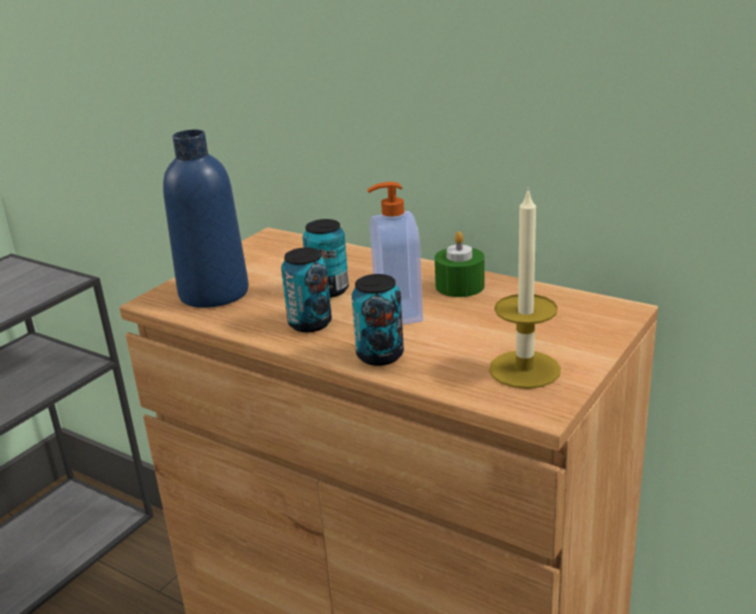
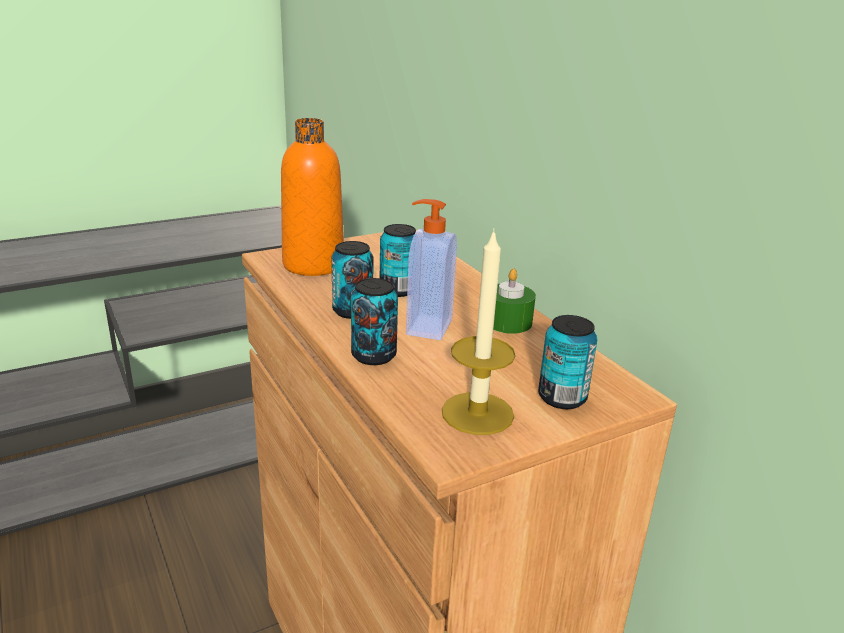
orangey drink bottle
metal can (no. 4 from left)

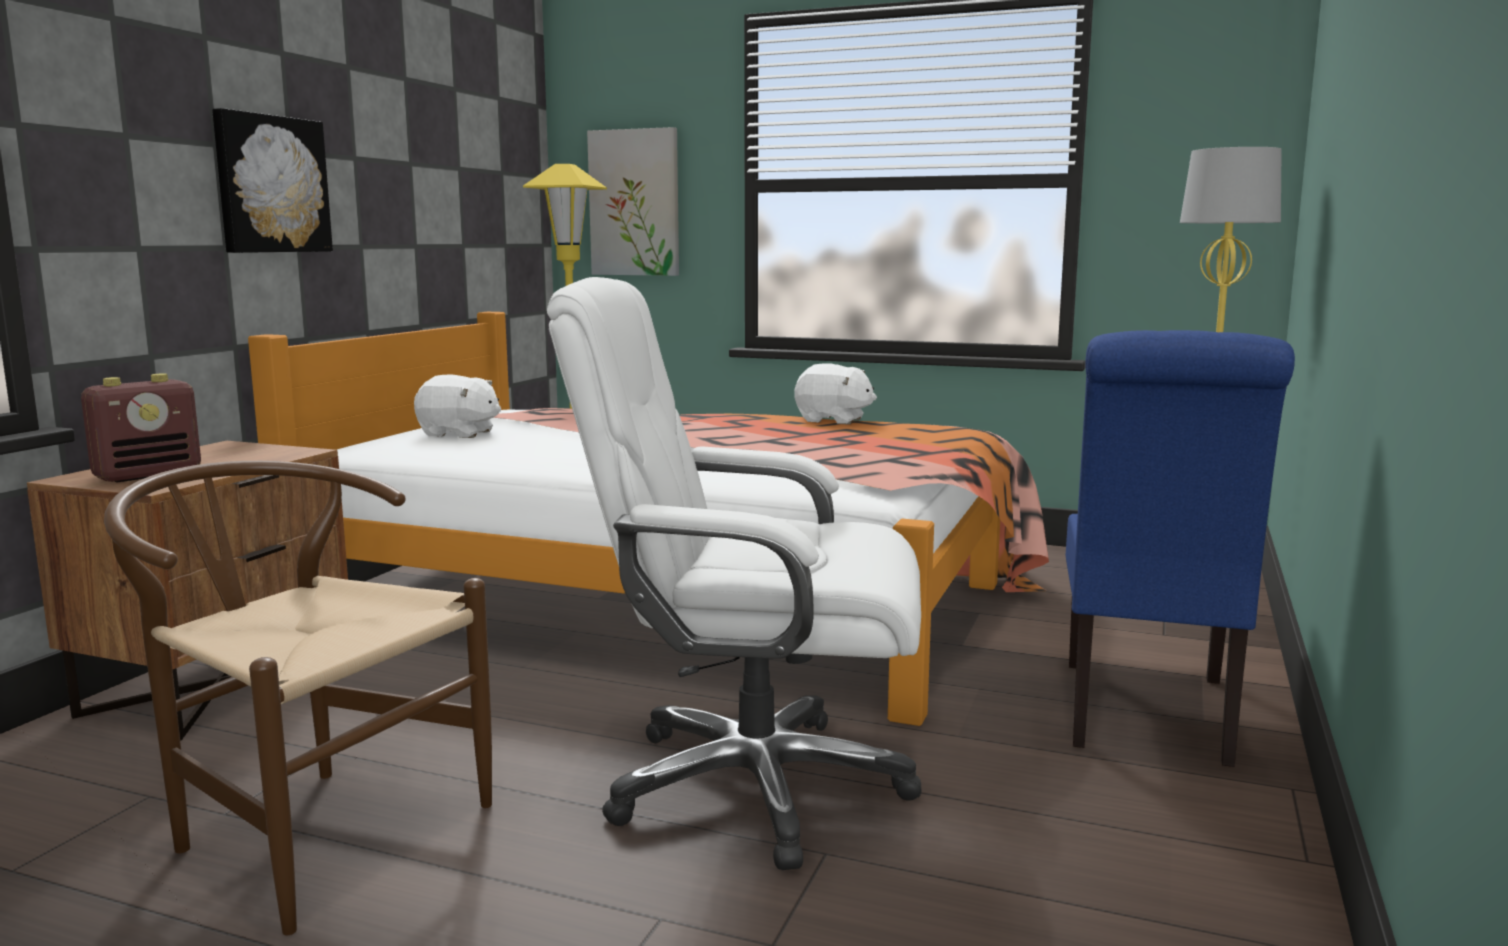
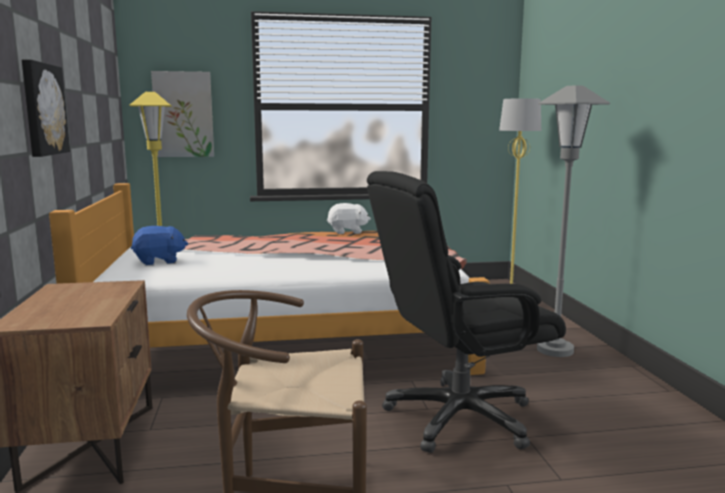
radio receiver
bluish soft toy
black-coloured computer chair
gray floor lamp

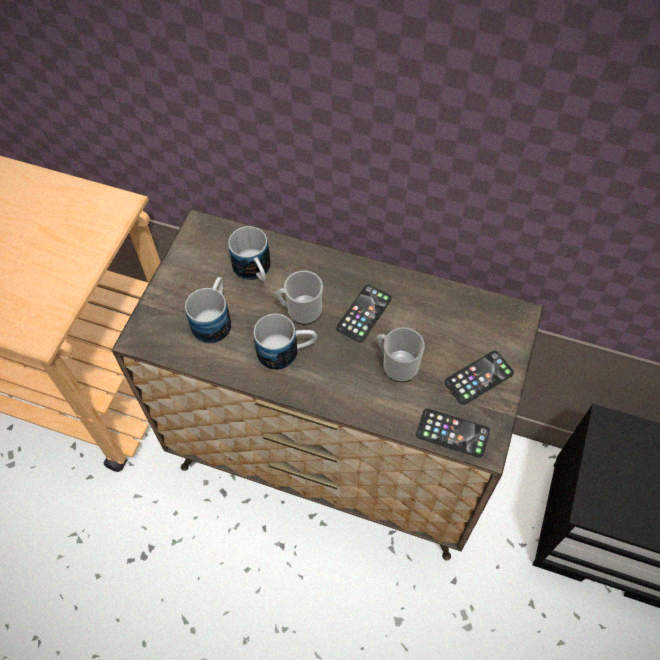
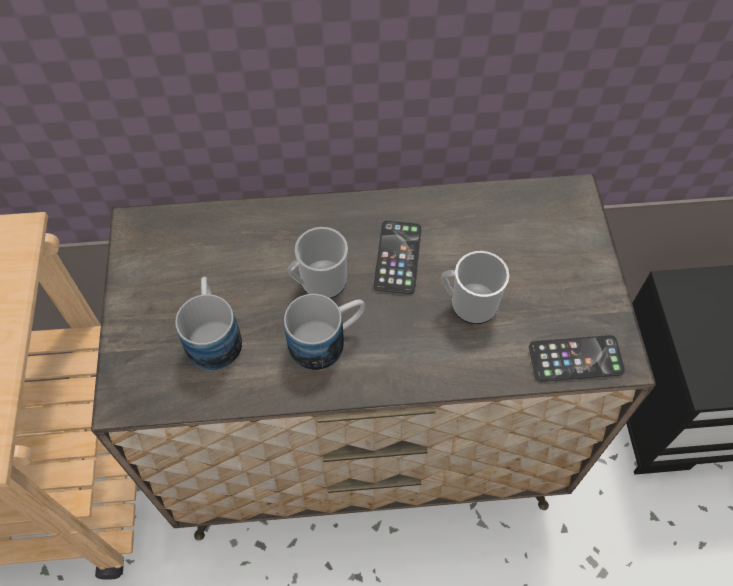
mug (no. 2 from left in the first image)
phone (no. 3 from left in the first image)

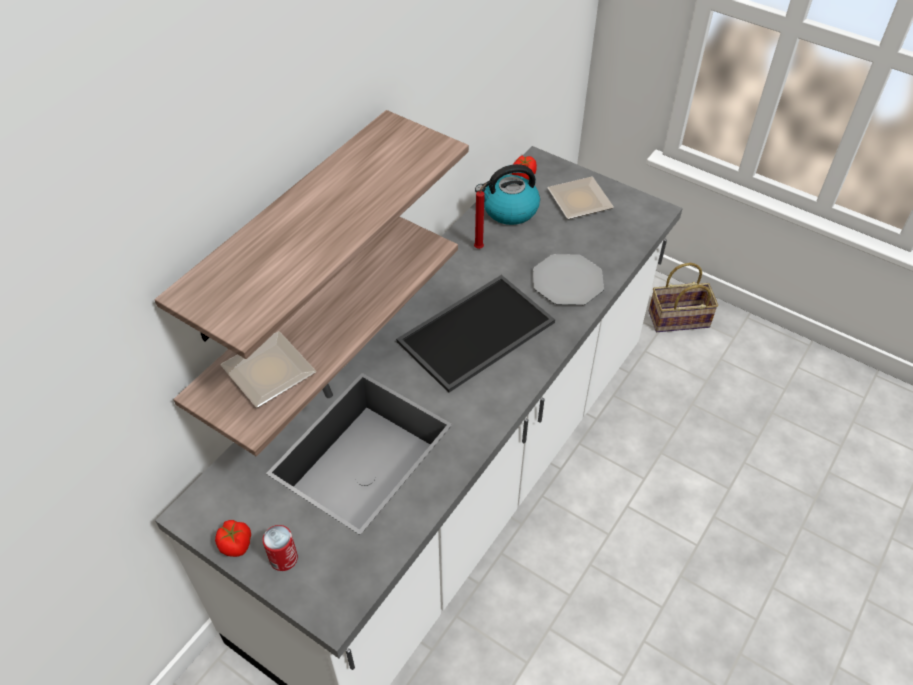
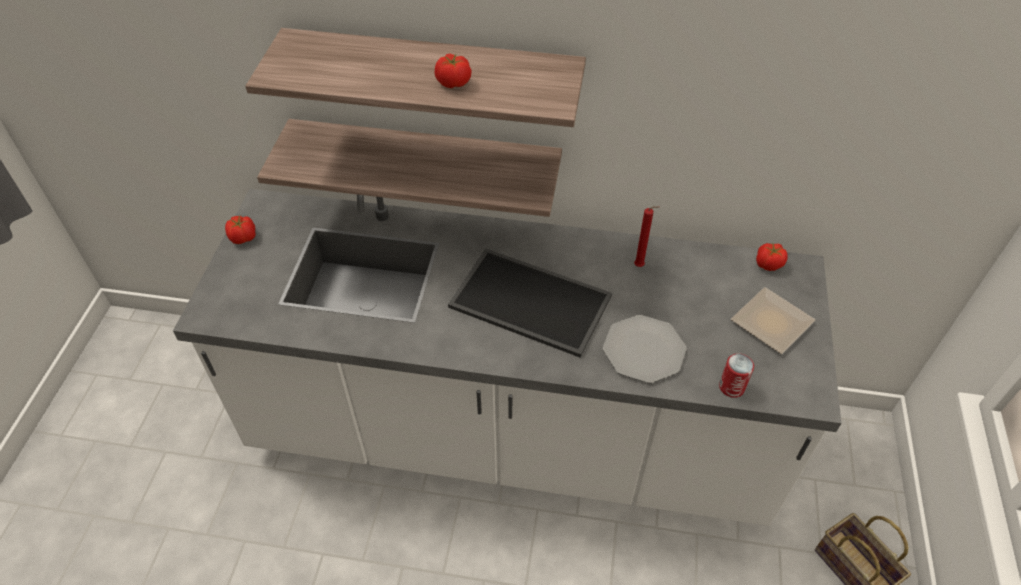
dinner plate (no. 1 from left in the first image)
metal can
kettle
whole tomato (no. 2 from left)

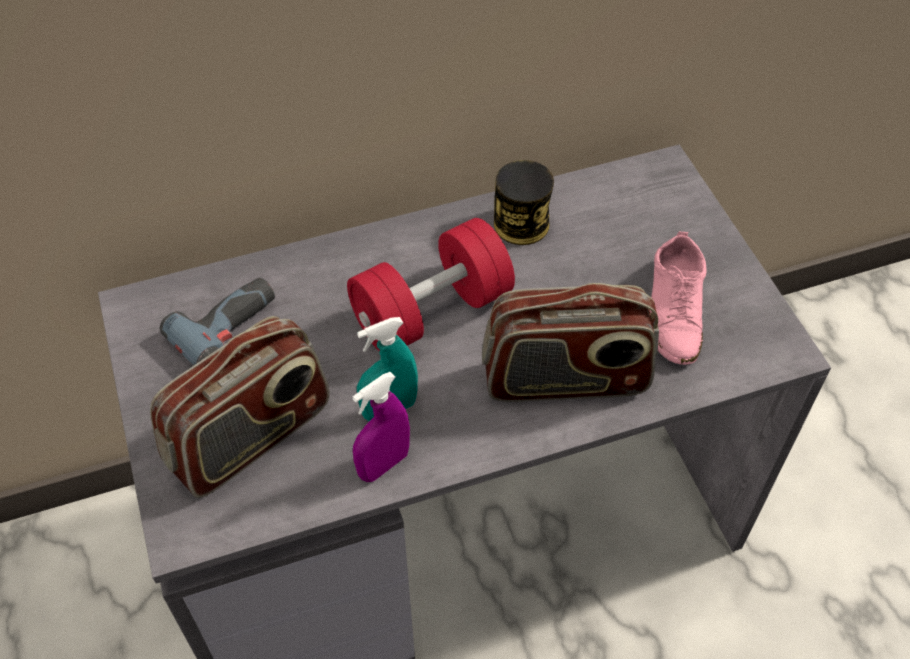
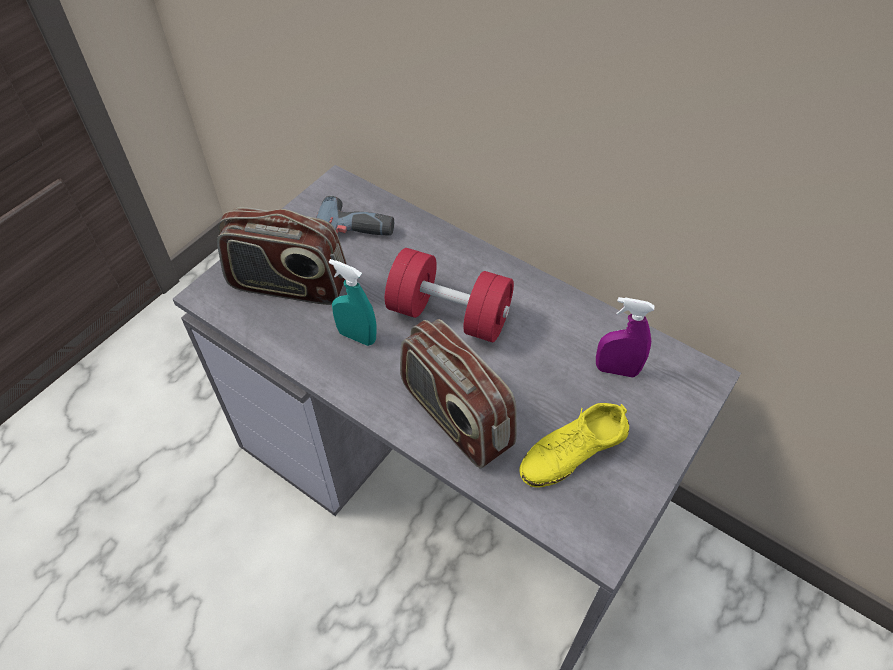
purplish sprayer
metal can
yellowish low shoe

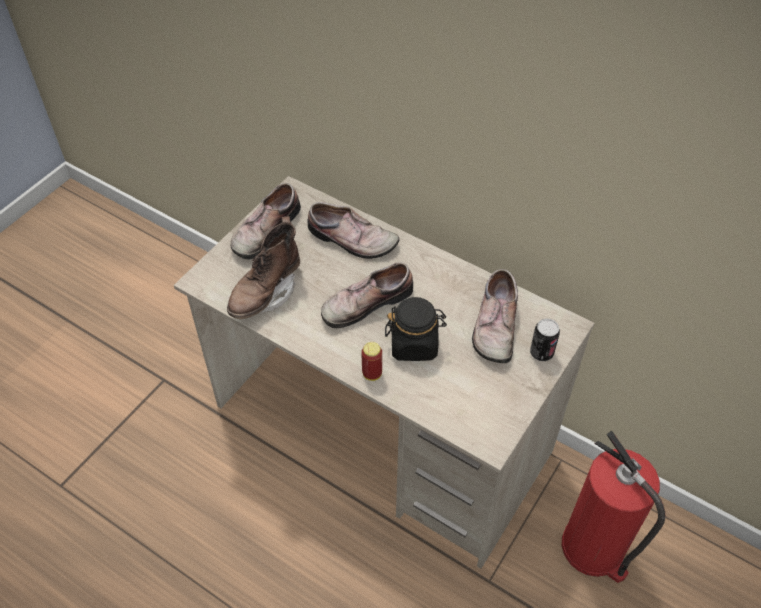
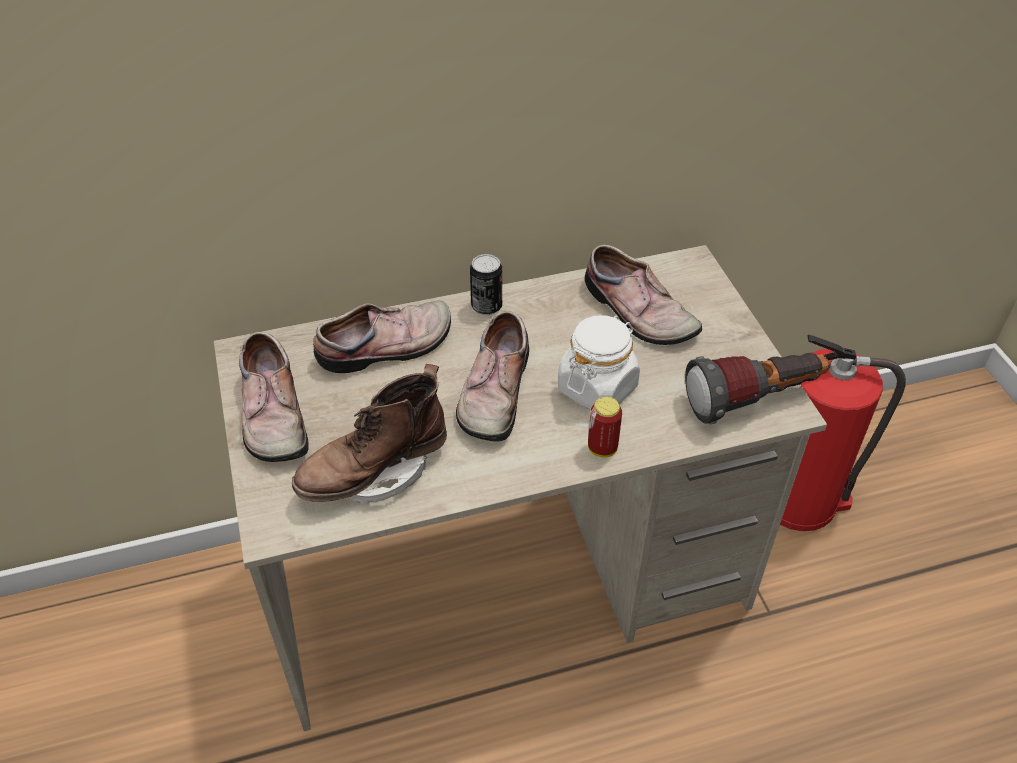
brown high-top boot
white storage jar
metal can (no. 1 from left)
flashlight

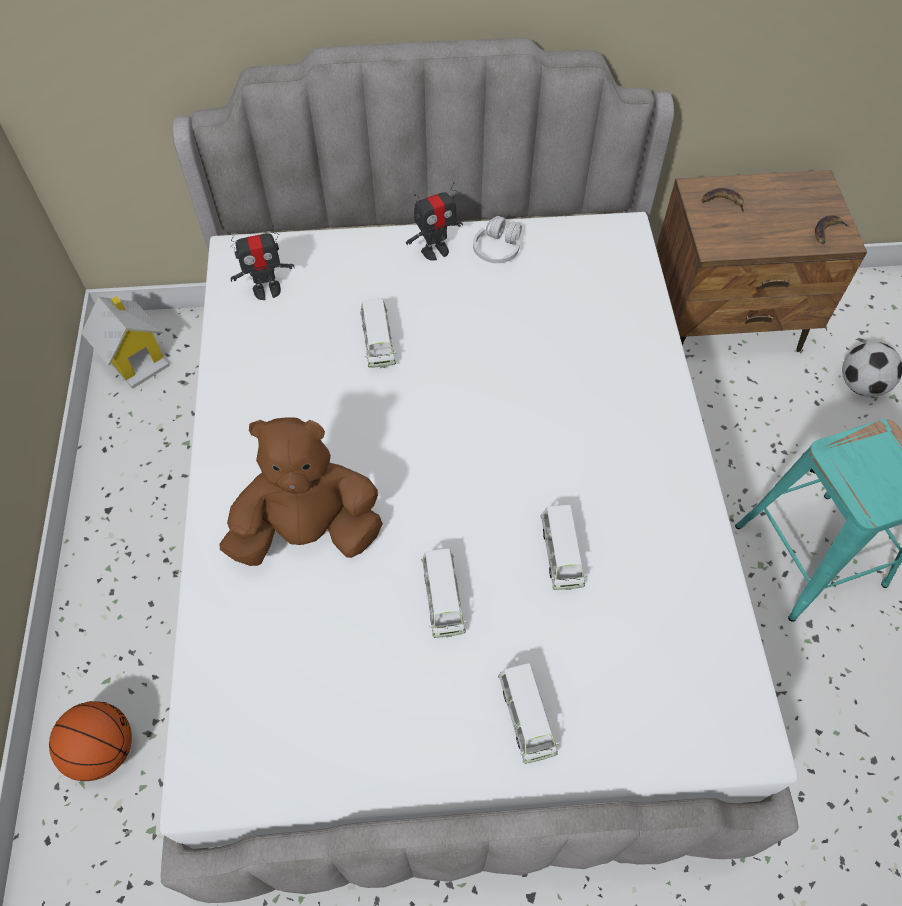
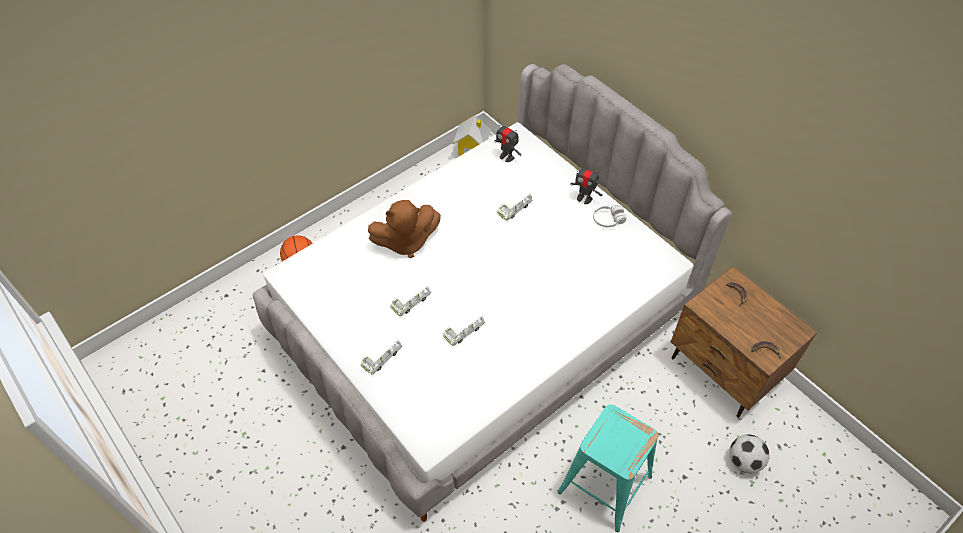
brown soft toy

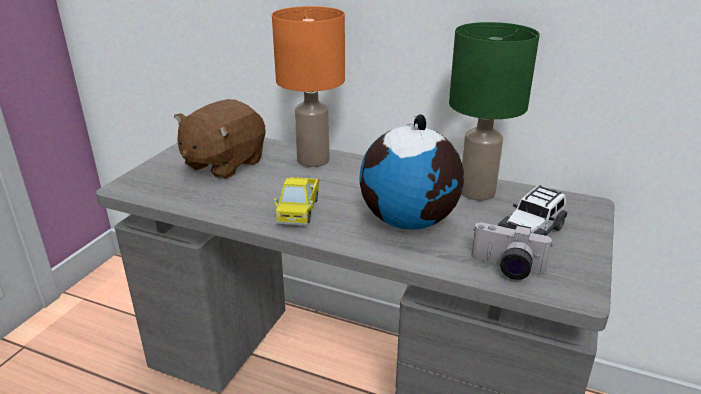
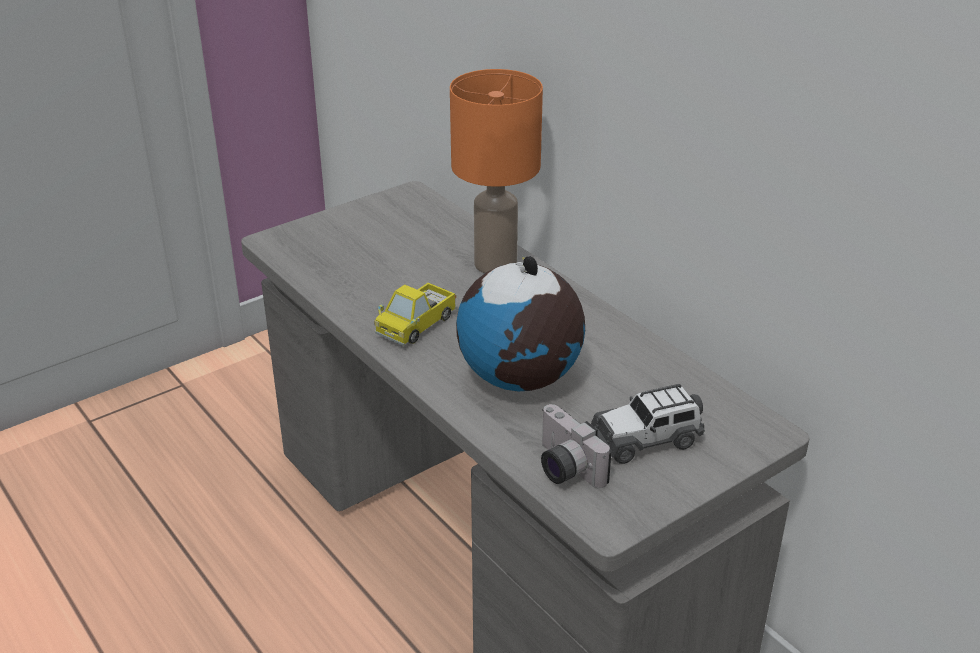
brown soft toy
green tabletop lamp

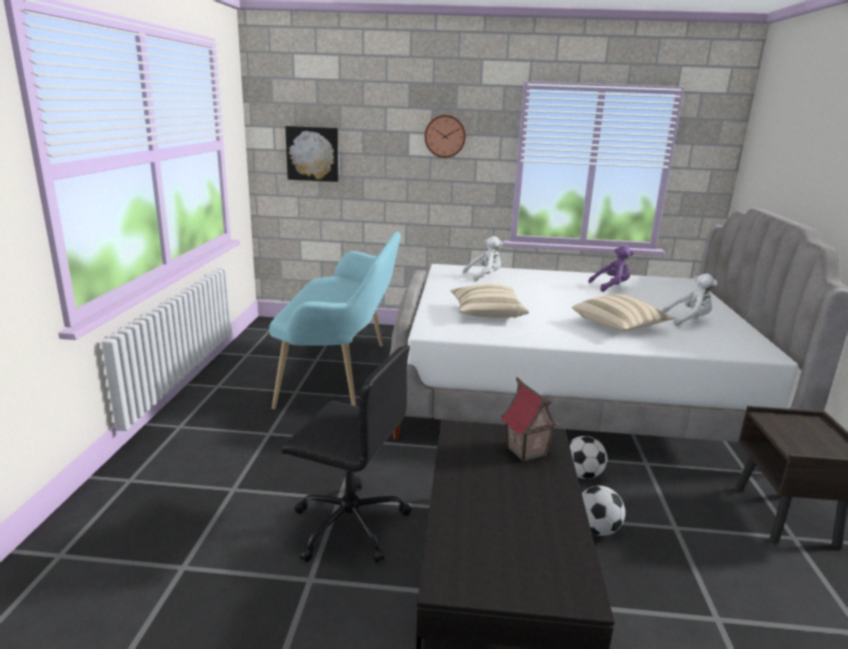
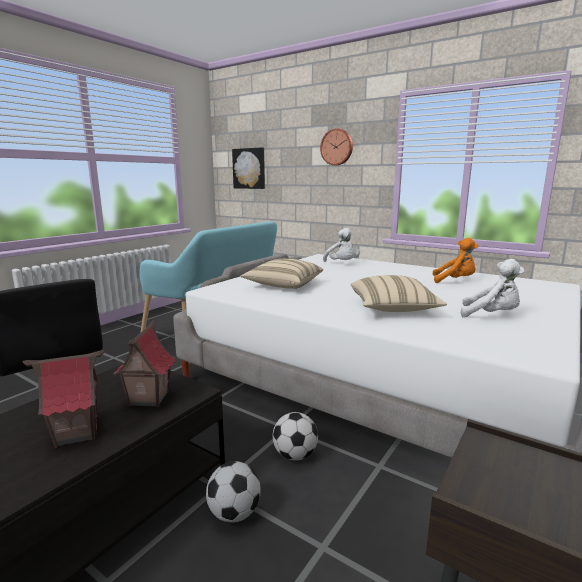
white soft toy (no. 1 from left)
orangey soft toy
toy house (no. 1 from left)

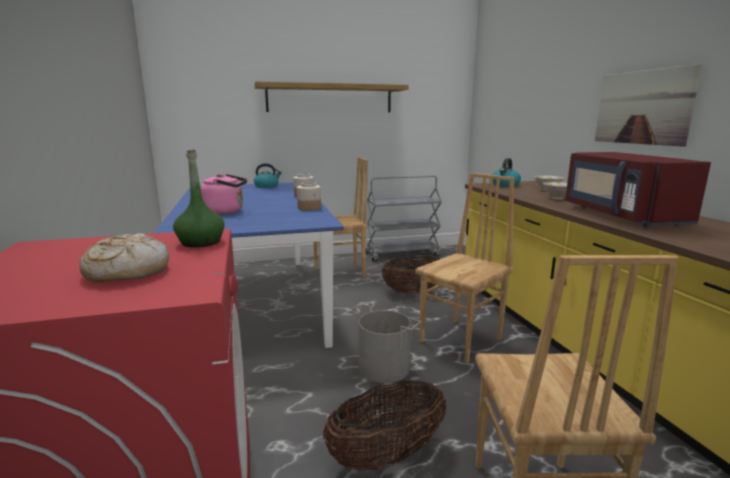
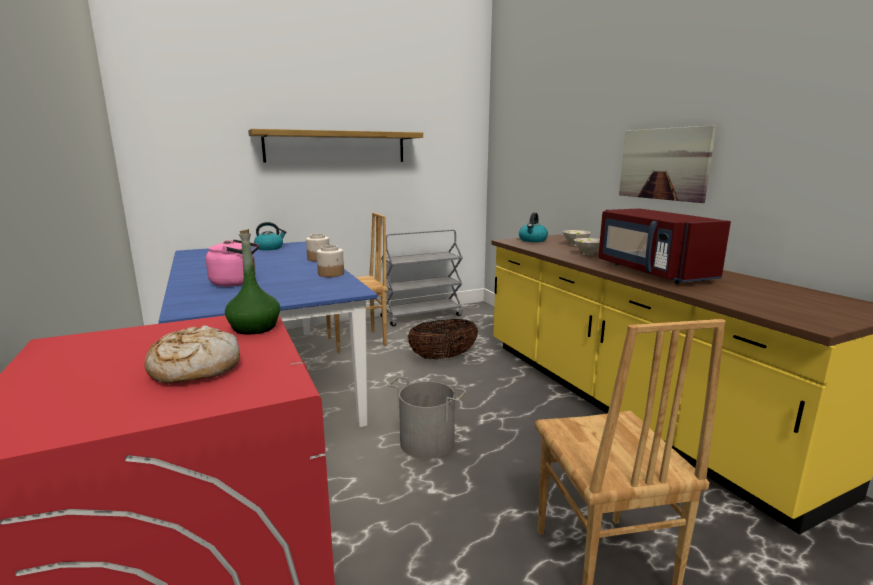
storage basket (no. 1 from left in the first image)
brown chair (no. 2 from left in the first image)

